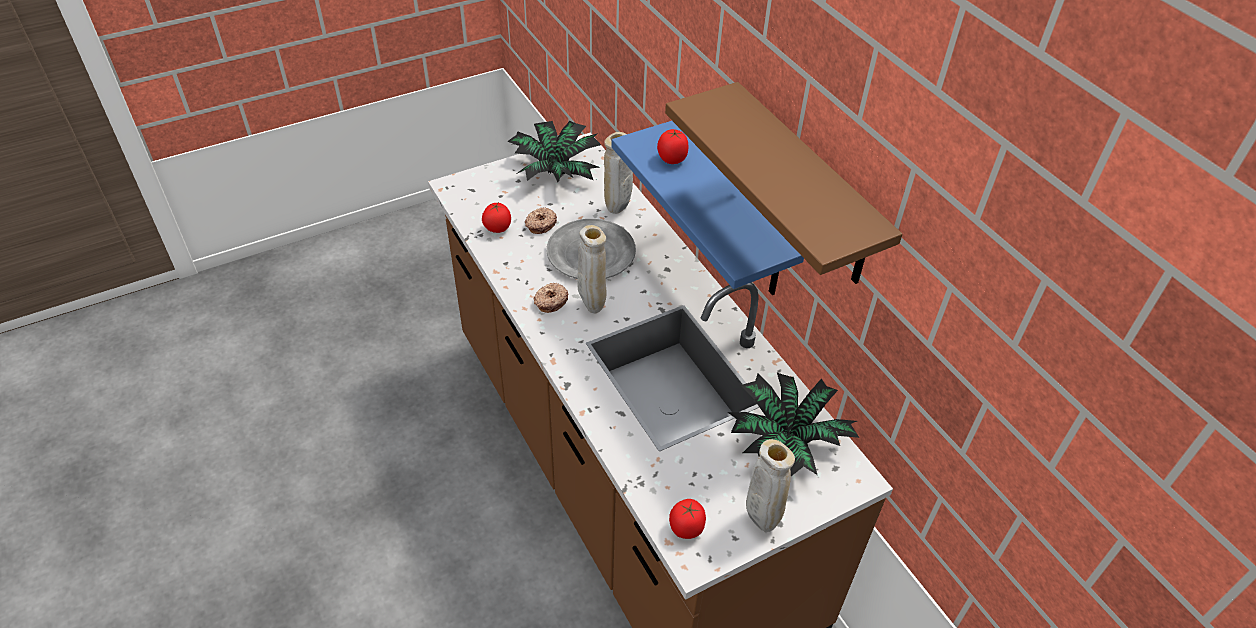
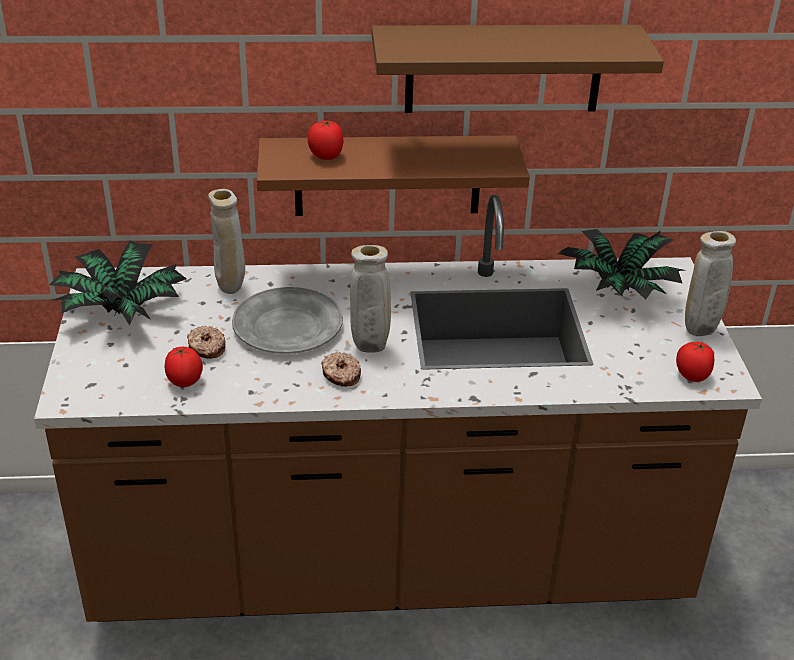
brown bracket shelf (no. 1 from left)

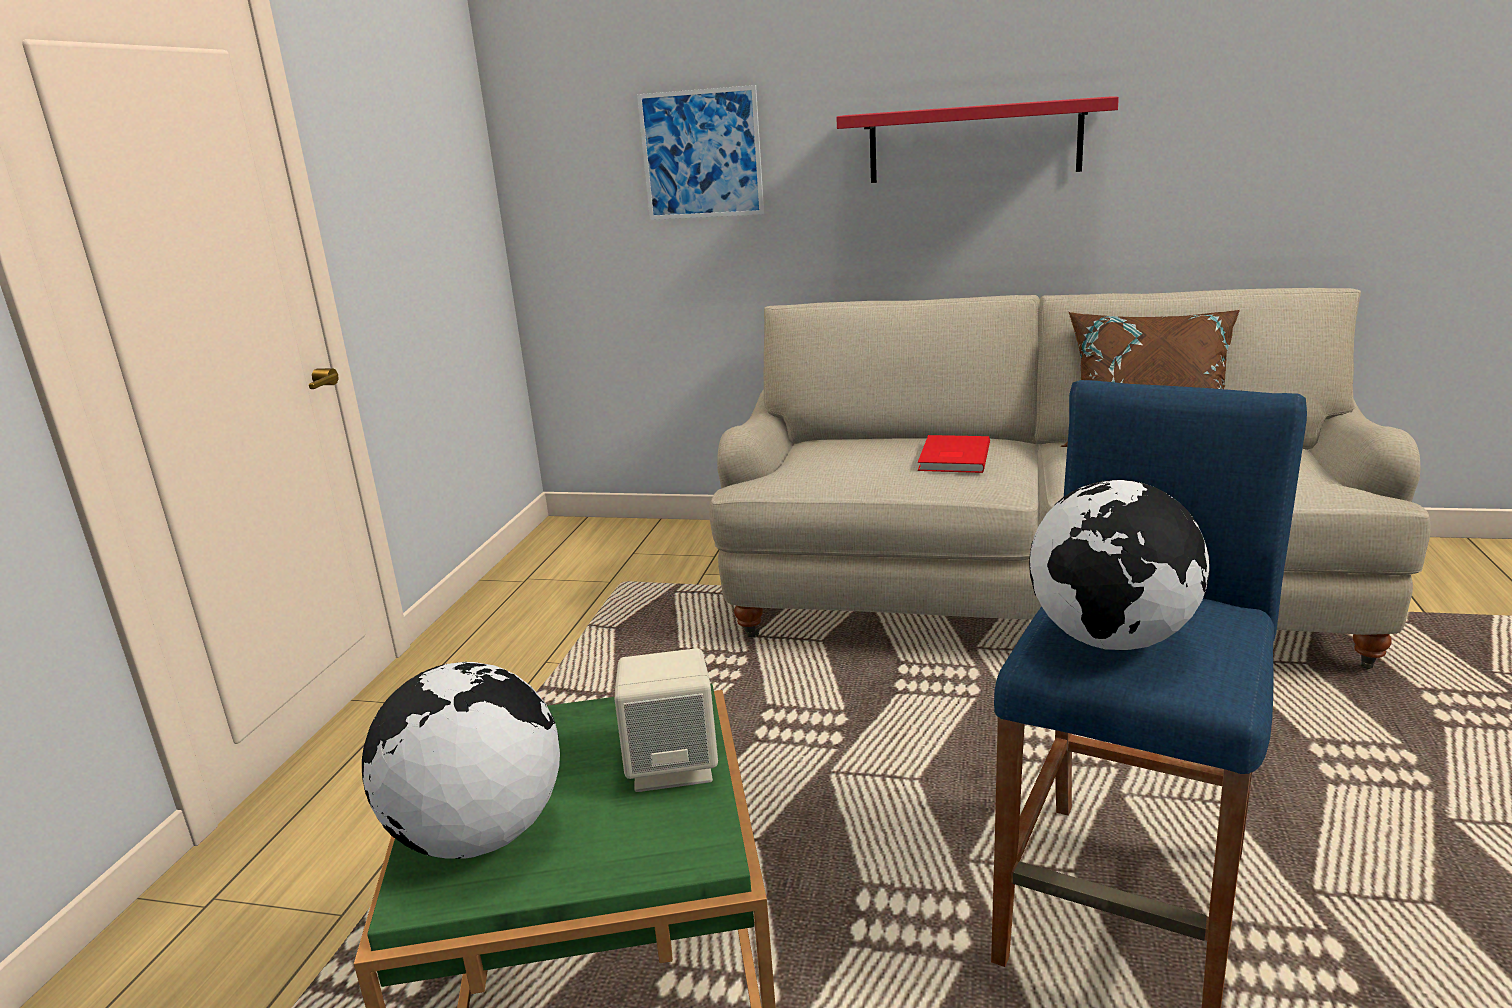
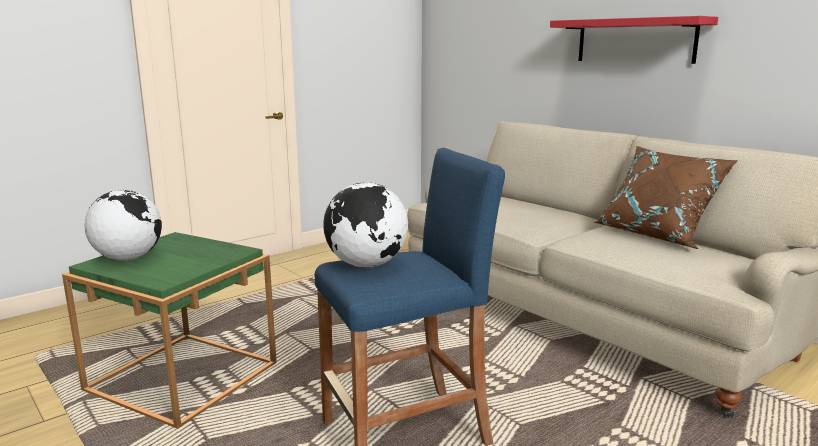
beige-coloured audio speaker
wall picture
red bound book

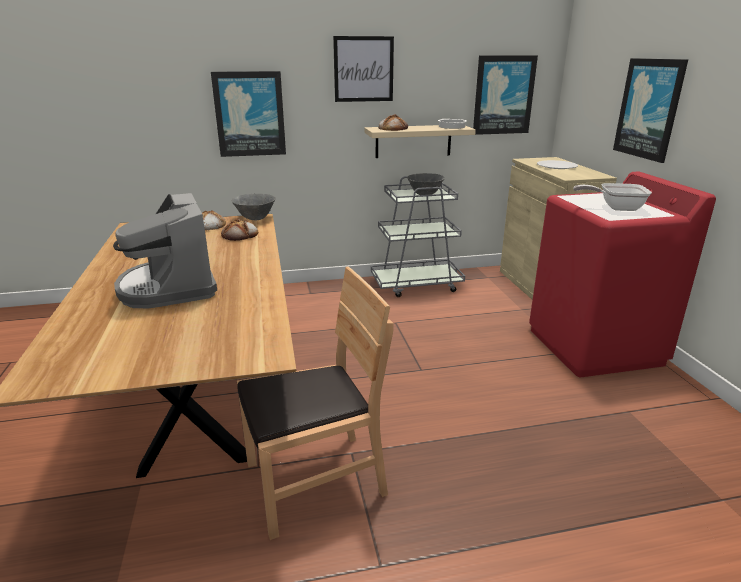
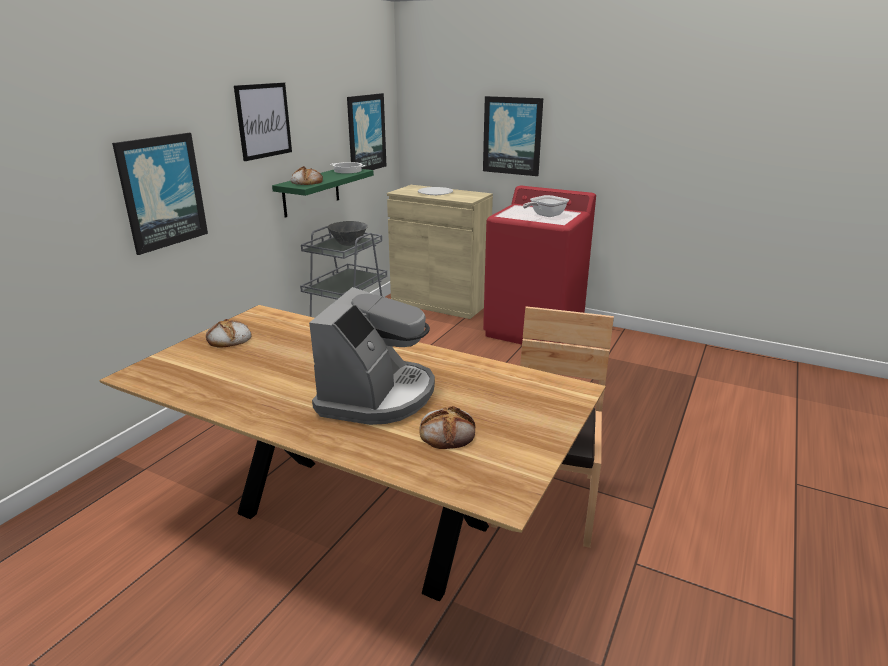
coffee maker
bread (no. 3 from left)
gray deep dish (no. 1 from left in the first image)
green bracket shelf

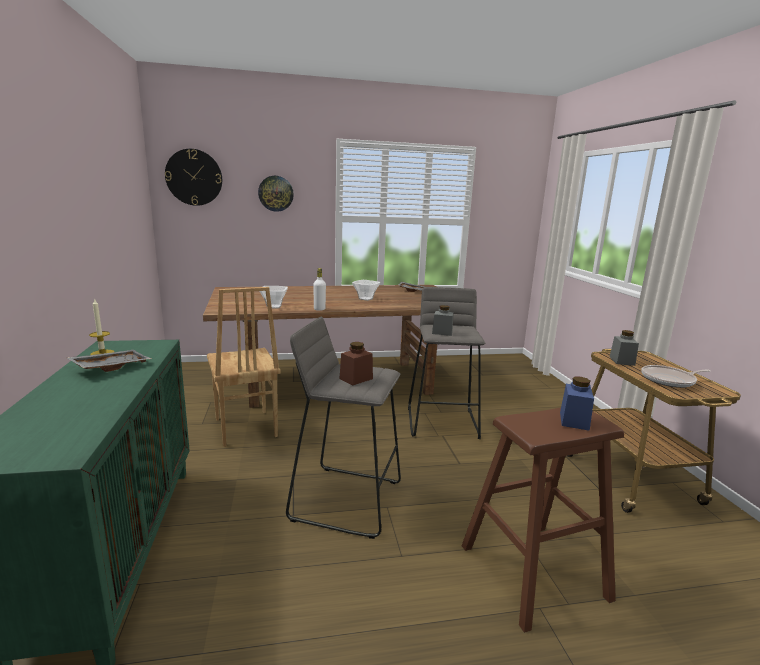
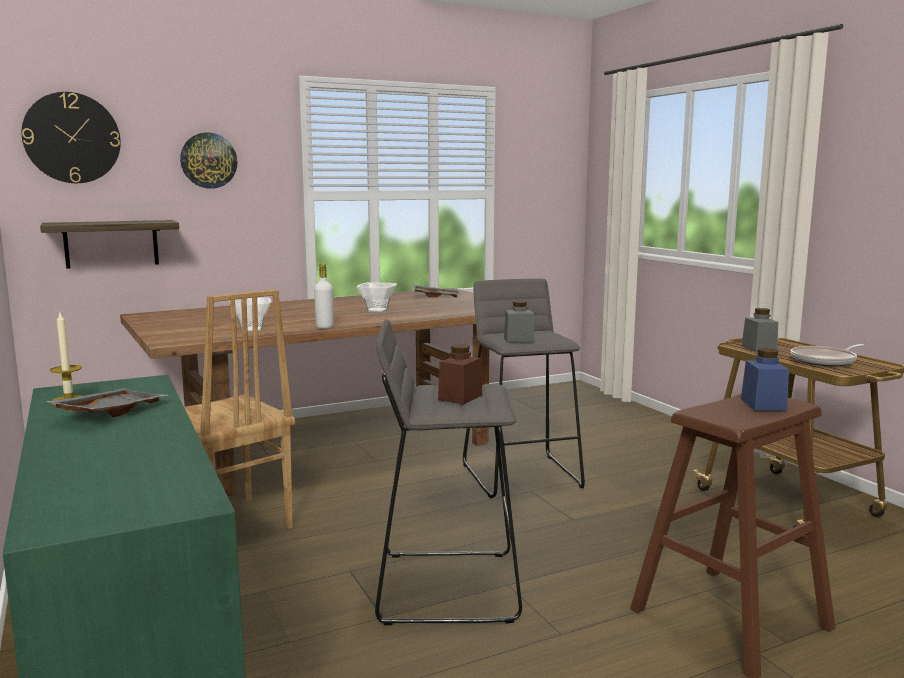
bracket shelf

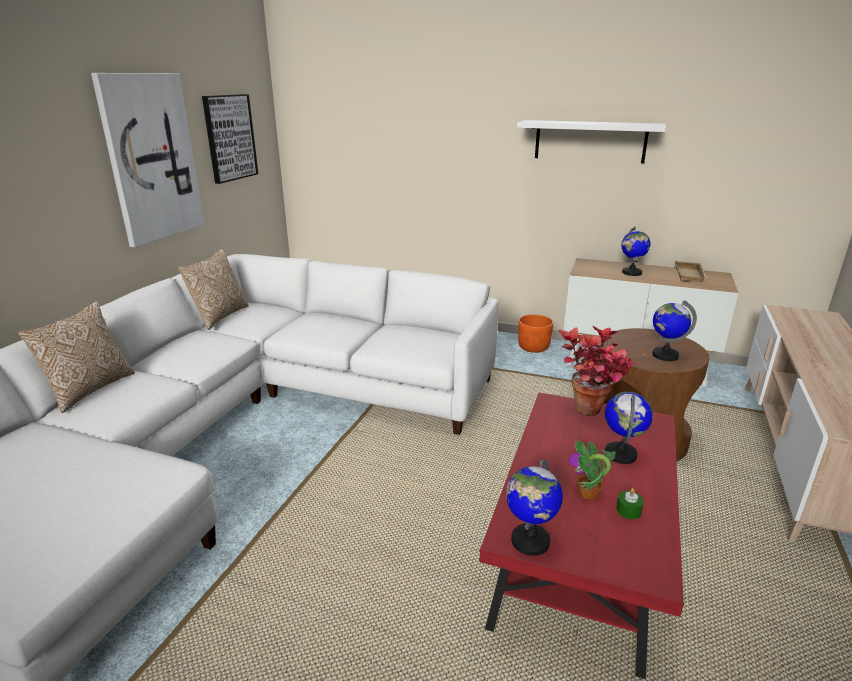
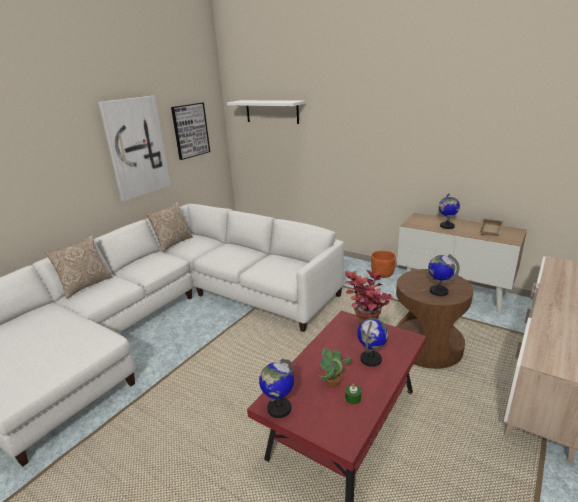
white bracket shelf

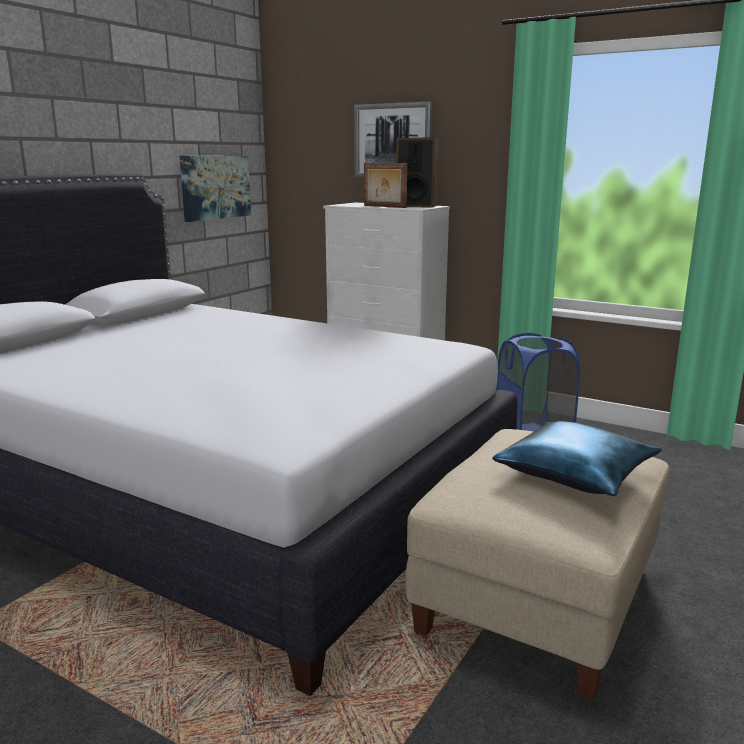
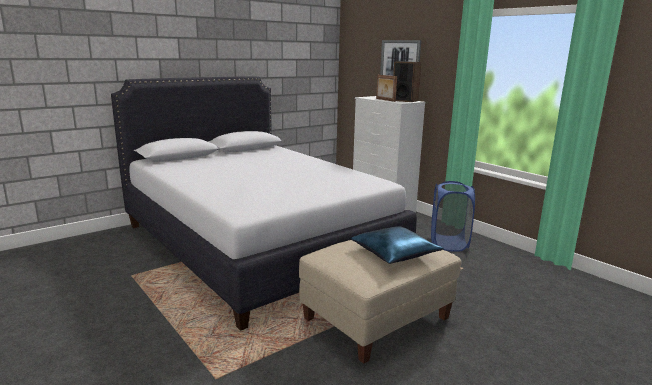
wall picture (no. 1 from left in the first image)

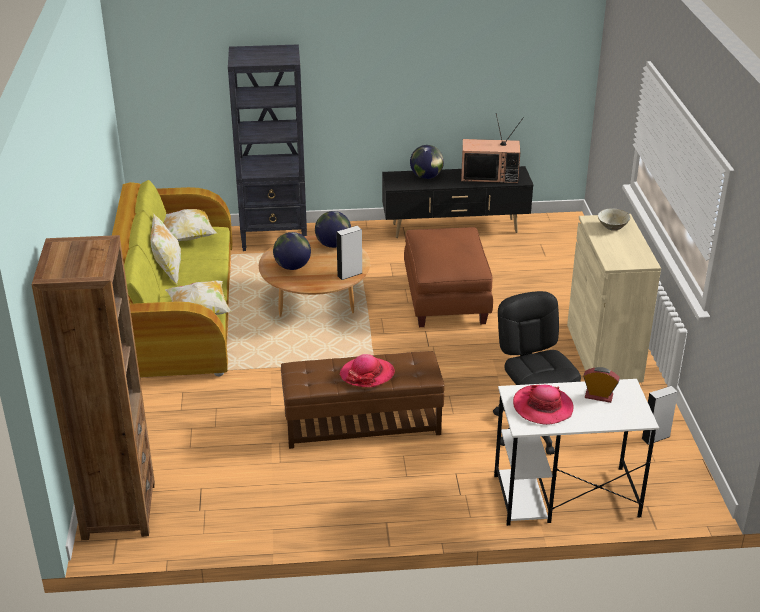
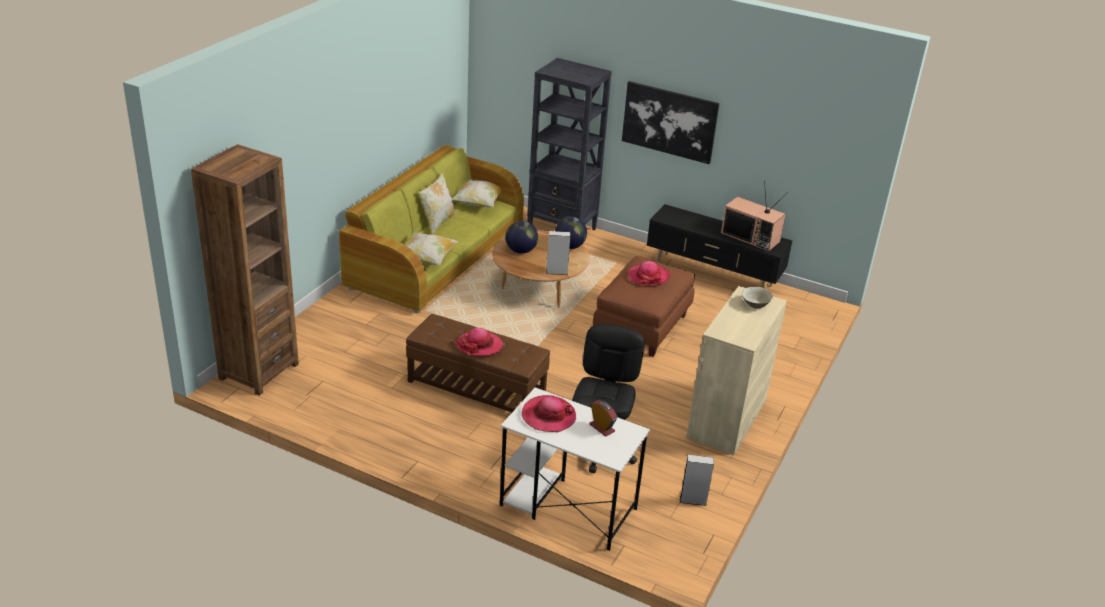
globe (no. 3 from left in the first image)
wall picture
clothing hat (no. 3 from left)

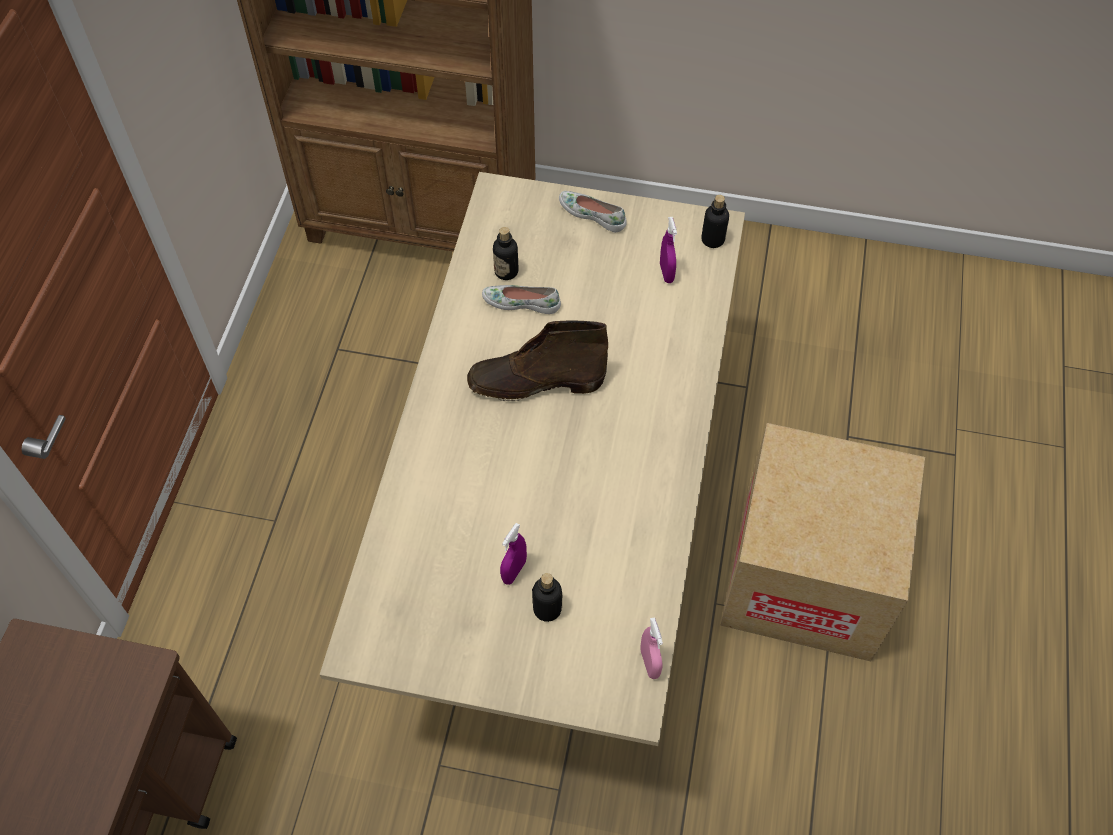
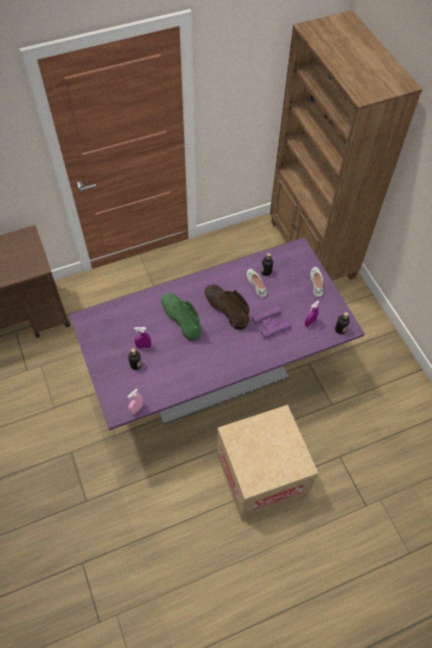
purplish dinner table
green high-top boot
purplish pair of binoculars

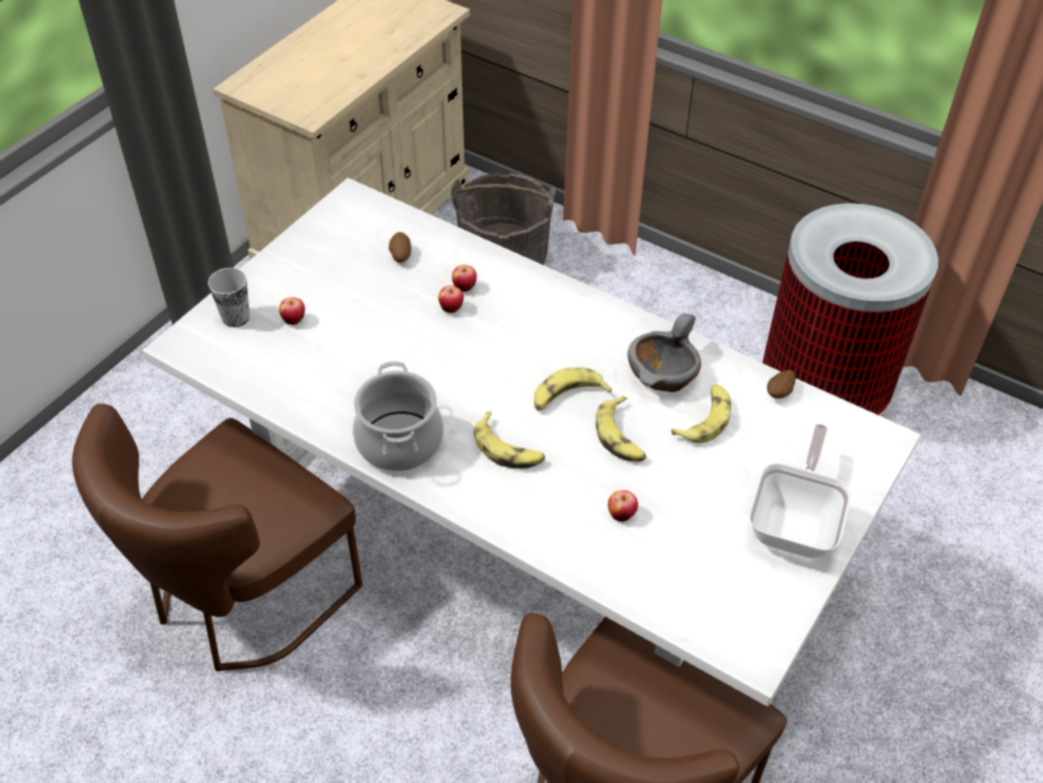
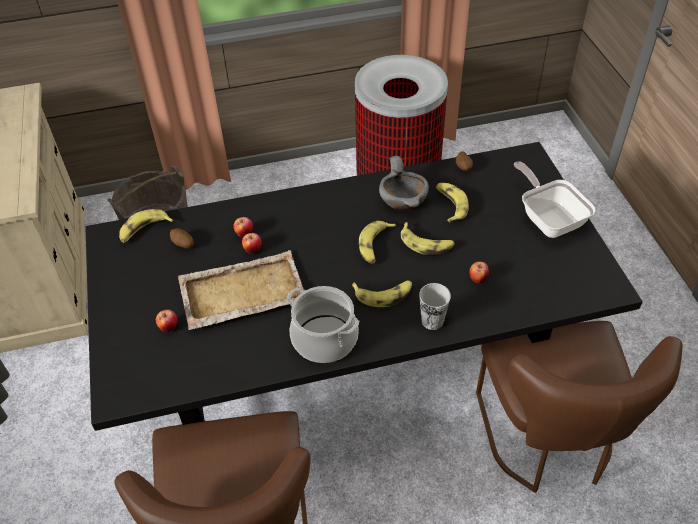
black-coloured dinner table
small cup
banana fruit (no. 1 from left)
beige-coloured tray

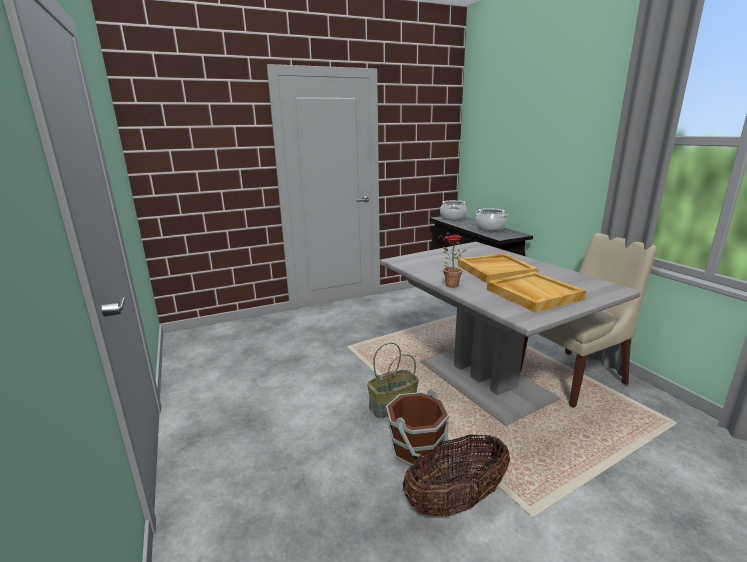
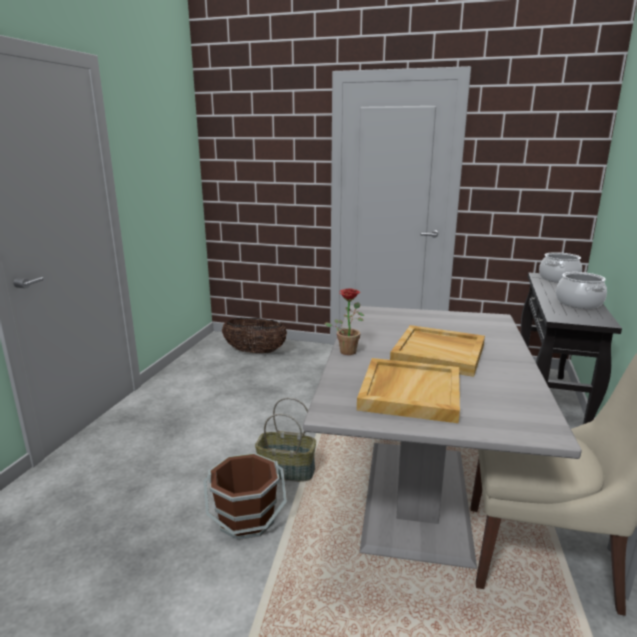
storage basket (no. 1 from left)

